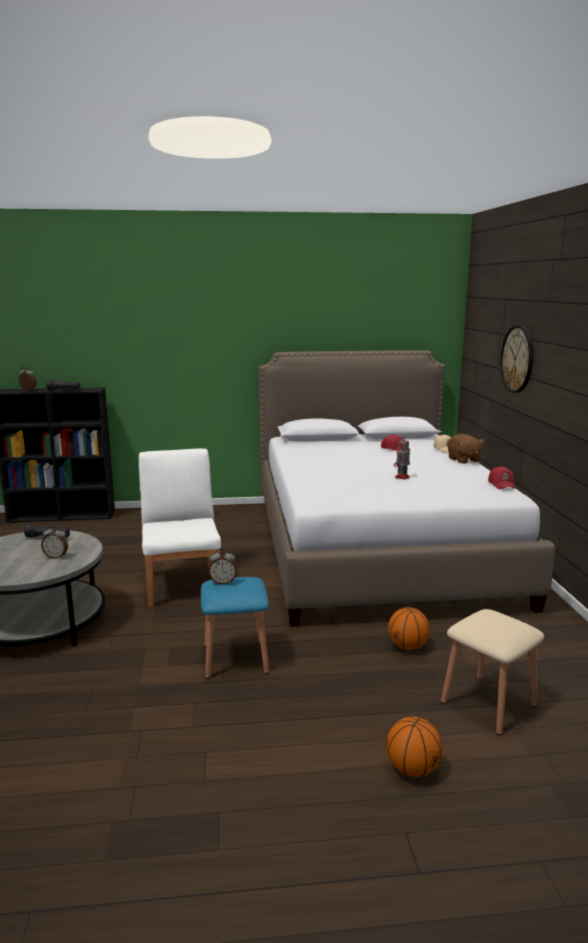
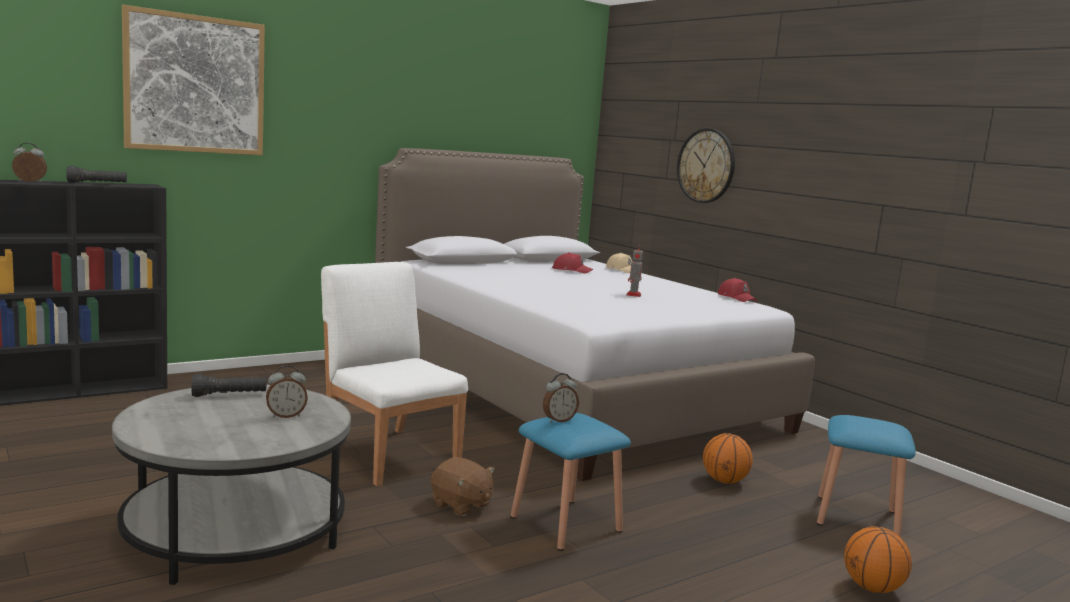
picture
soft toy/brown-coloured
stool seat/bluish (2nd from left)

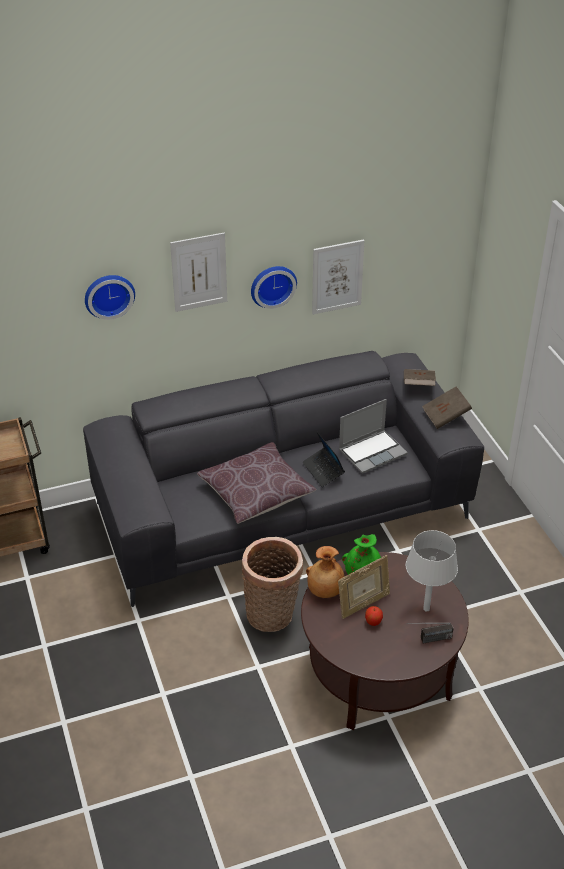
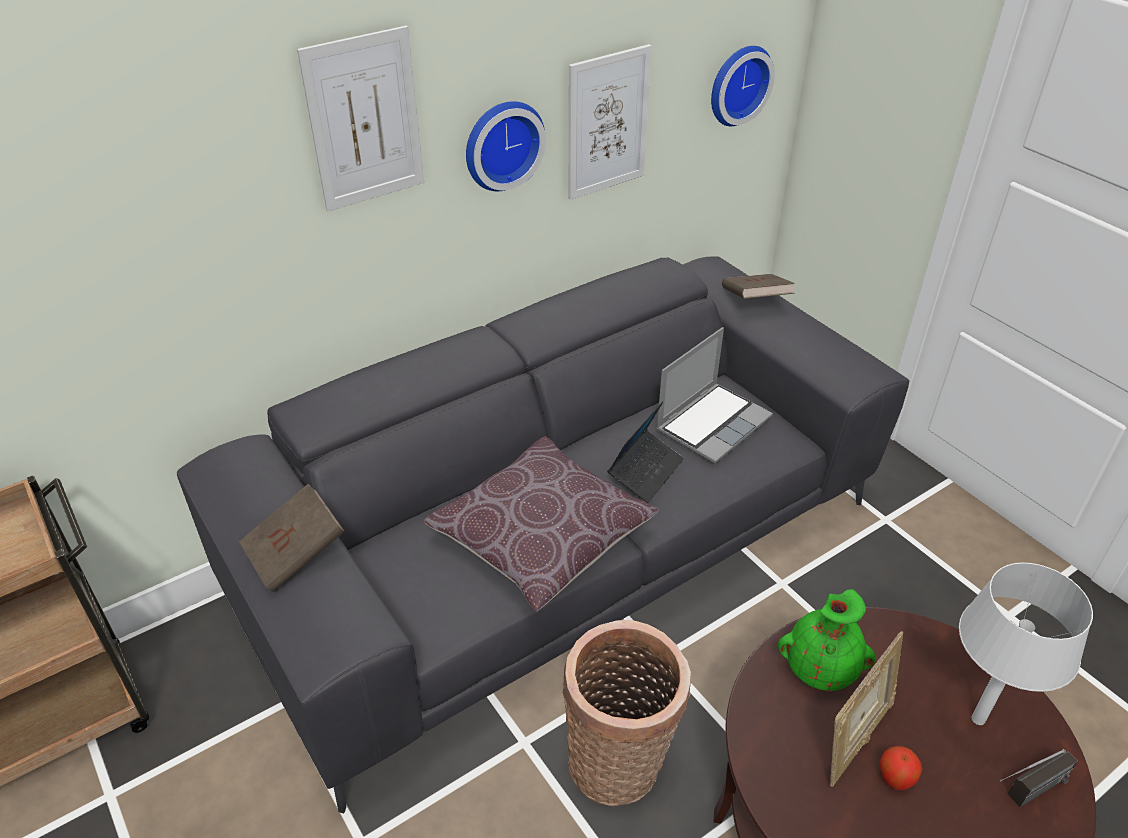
bound book/brown-coloured (1st from left)
portable computer (1st from left)
wall clock (2nd from left)
vase/brown-coloured

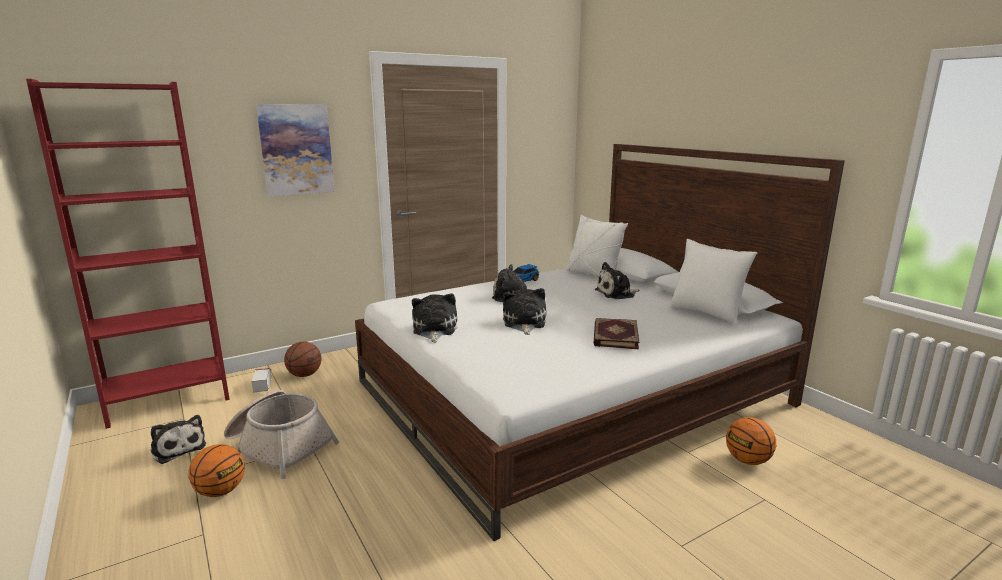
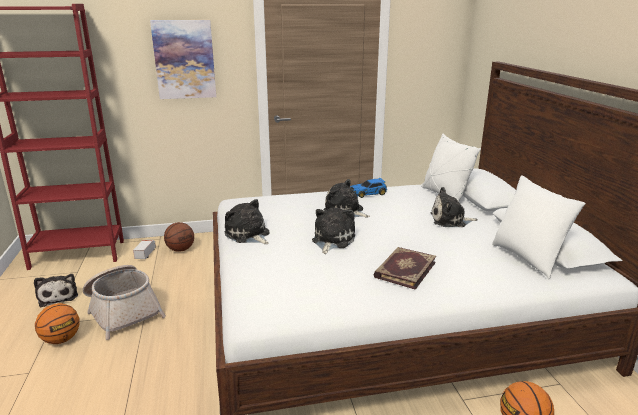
soft toy (2nd from left)

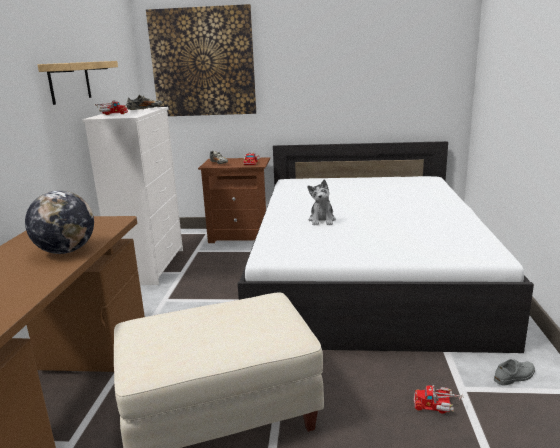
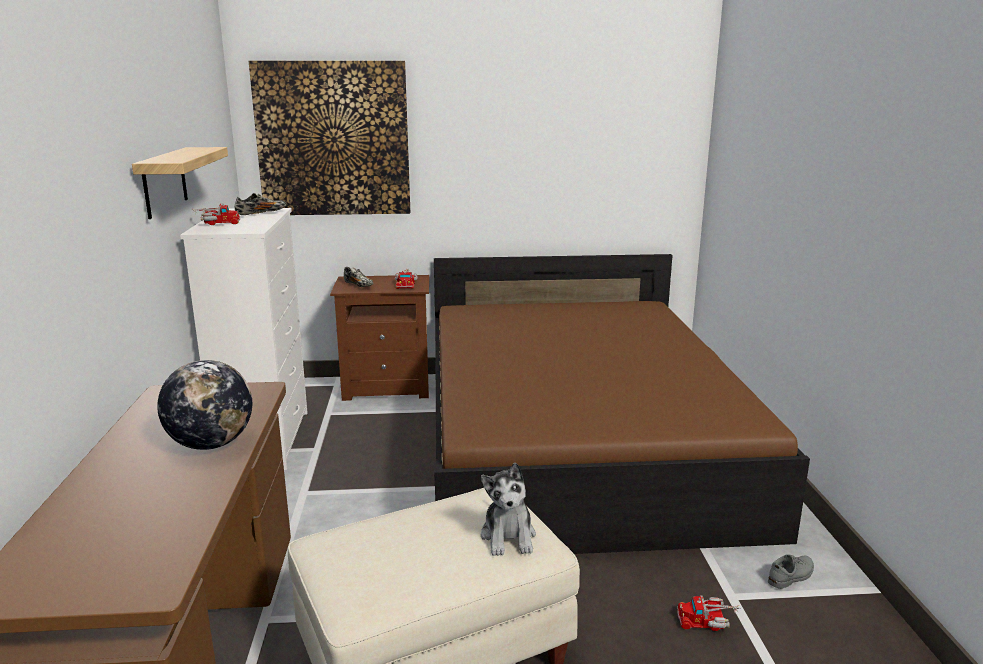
sleeping bed/brown-coloured
soft toy

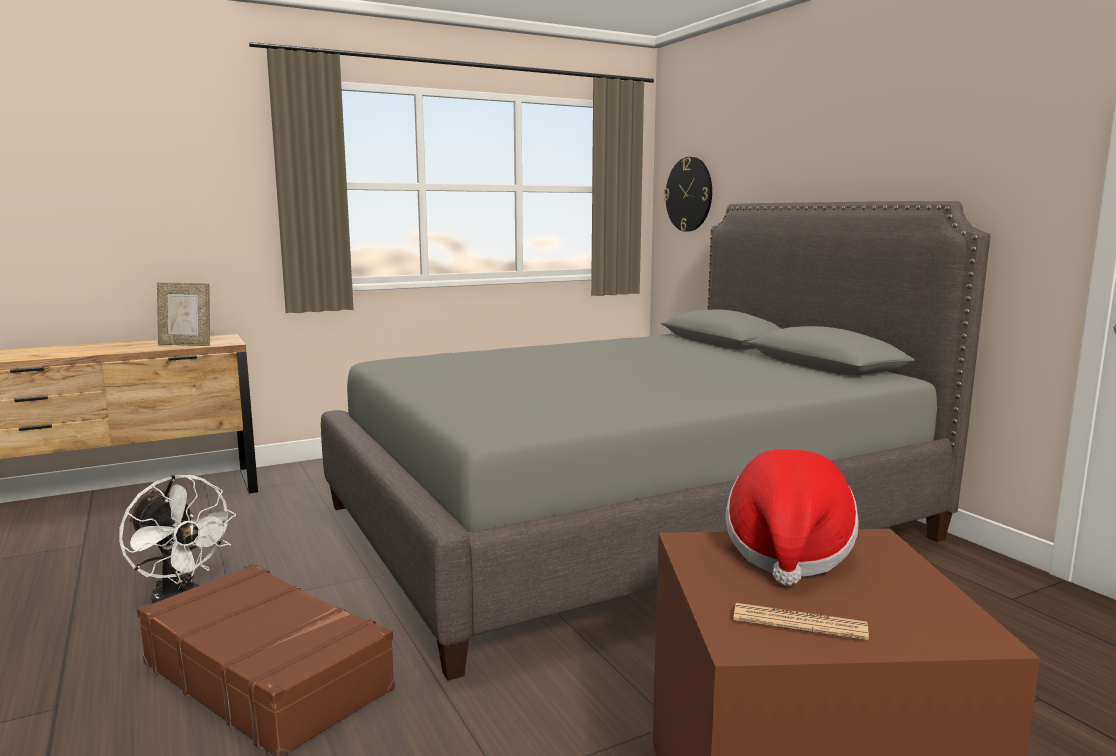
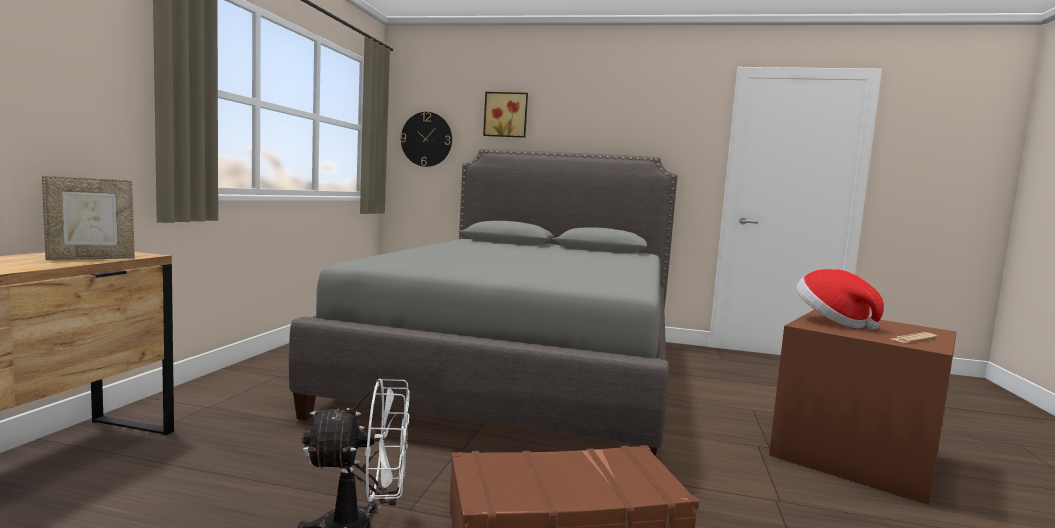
picture

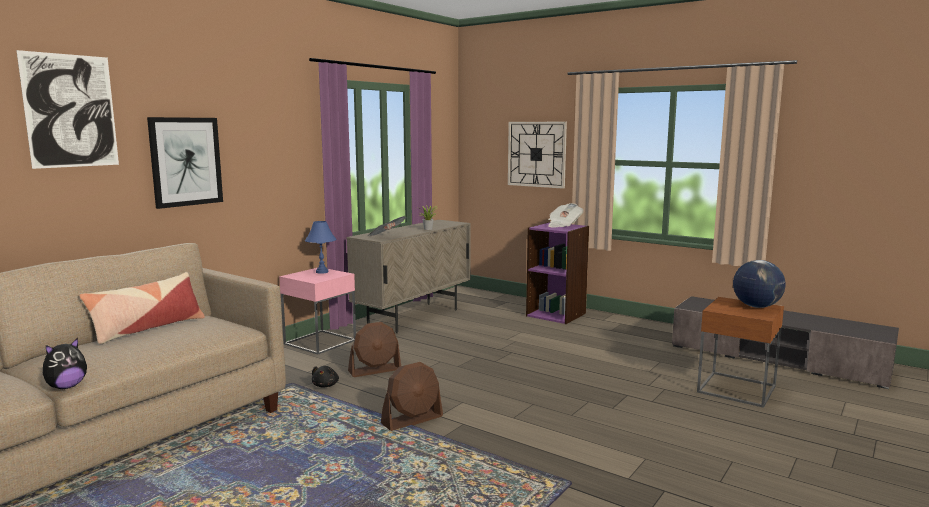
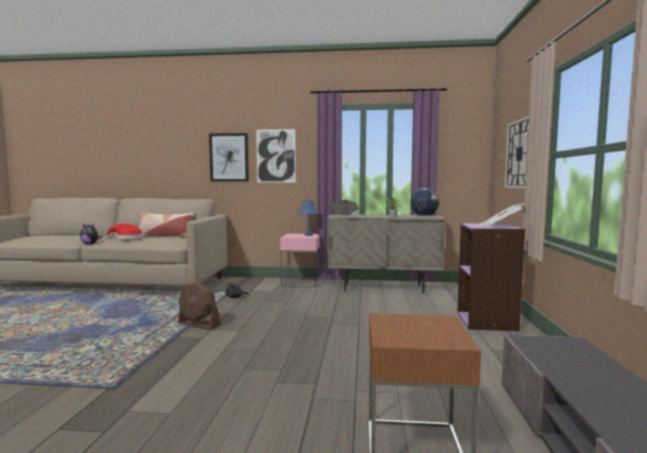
hat/red-coloured
picture (2nd from left)
globe
electric fan/brown-coloured (1st from left in the first image)

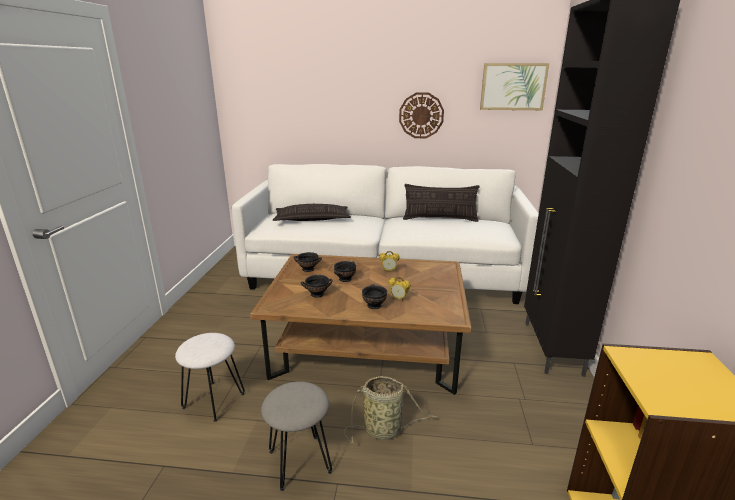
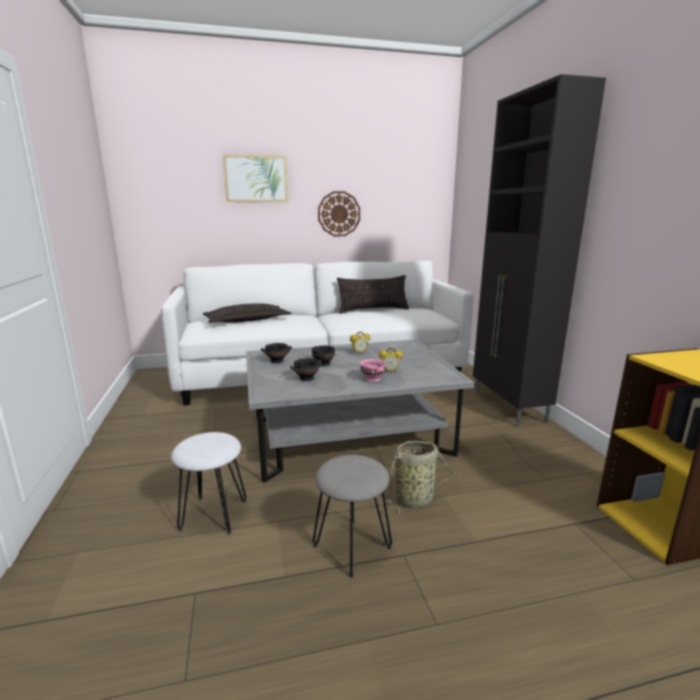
picture
coffee table/greyish
deep dish/pinkish

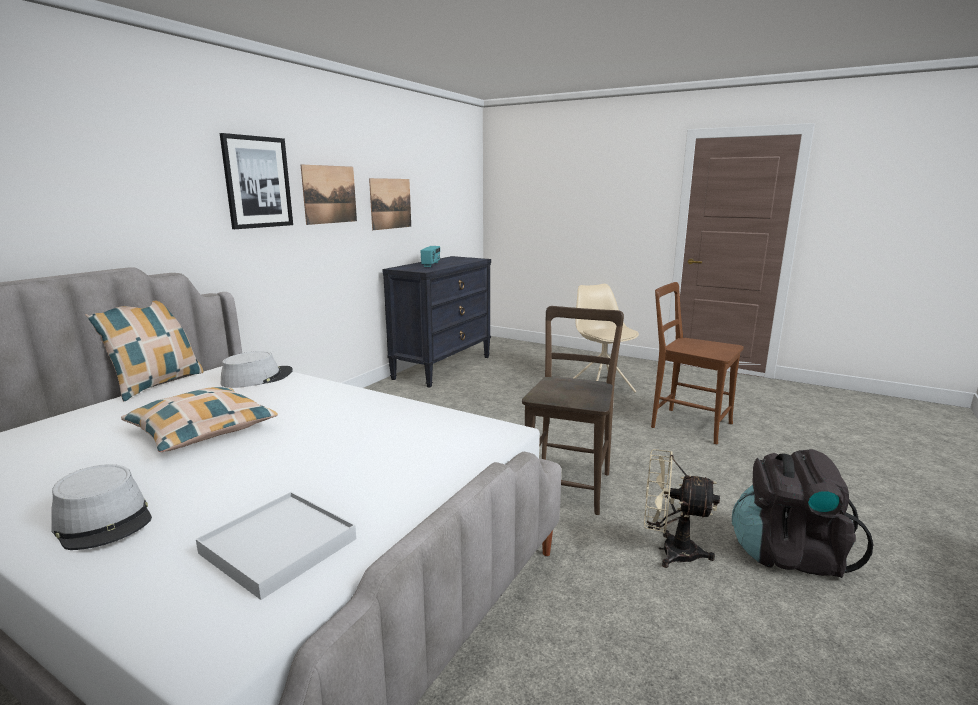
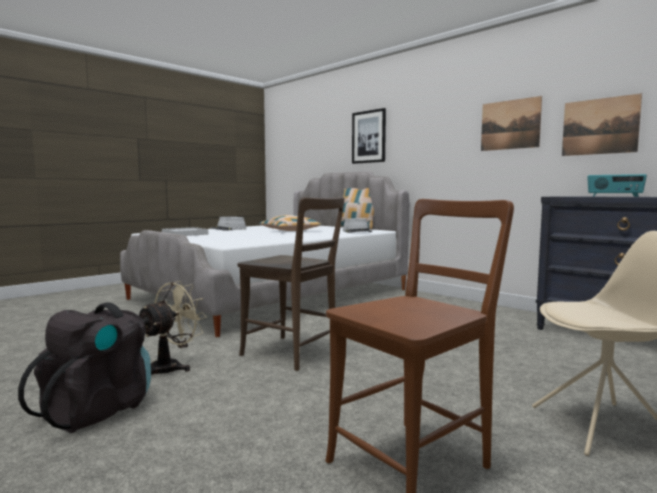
picture (1st from left)

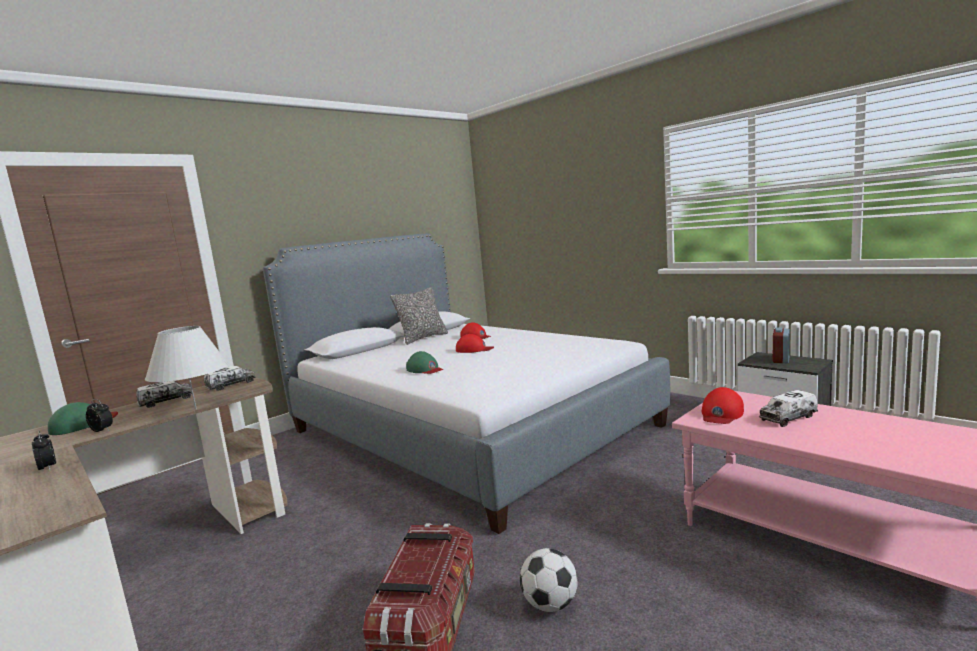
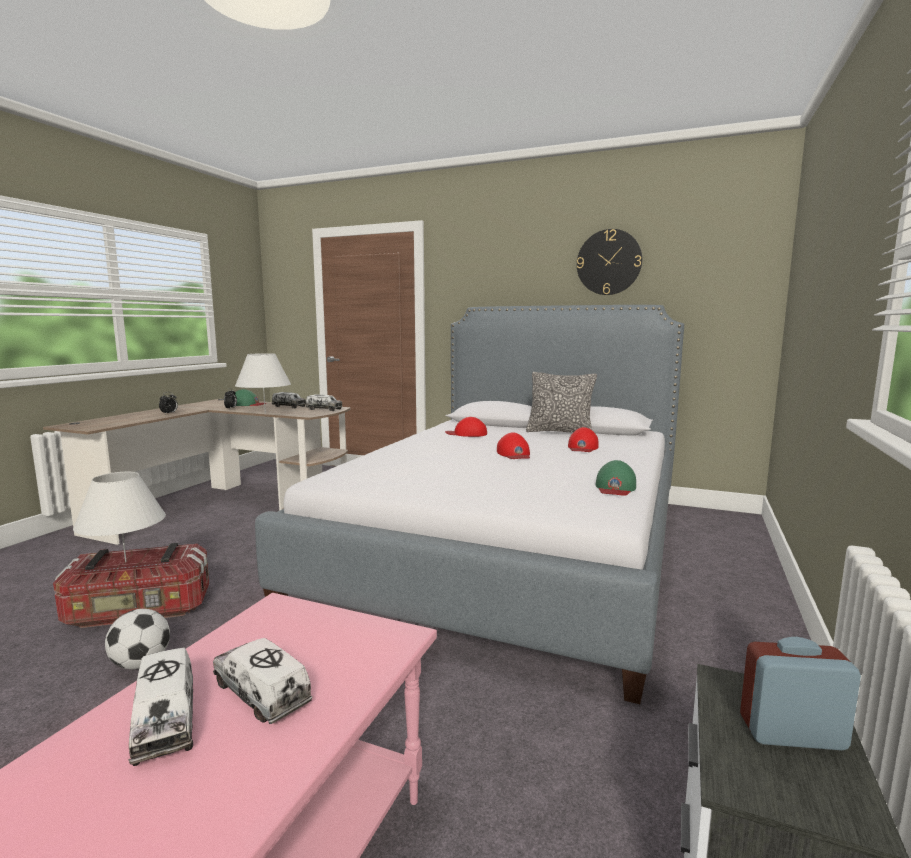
tabletop lamp/whitish (1st from left)
toy truck (1st from left)
peaked cap/red-coloured (1st from left)
wall clock
peaked cap/green (2nd from left)

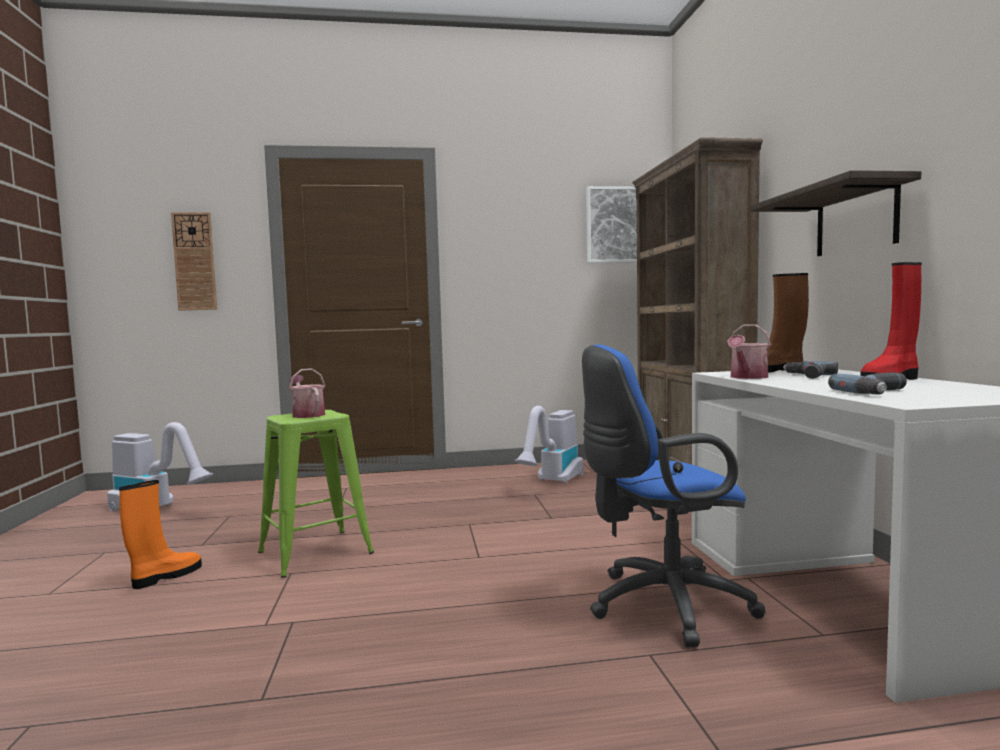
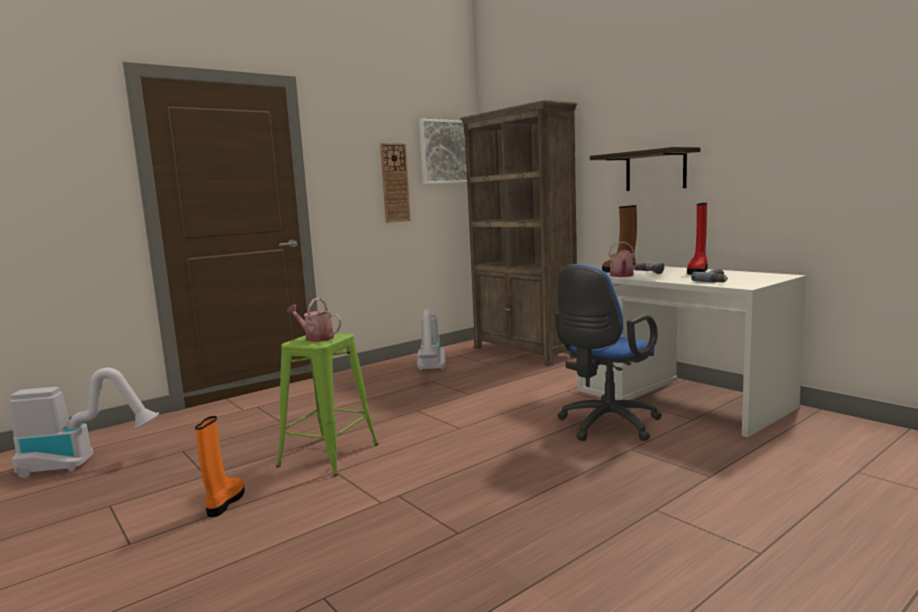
wall clock

